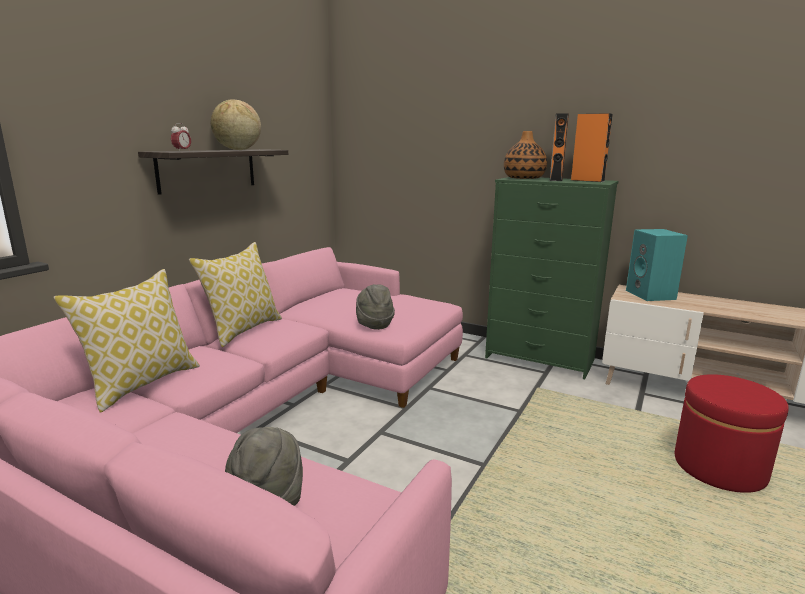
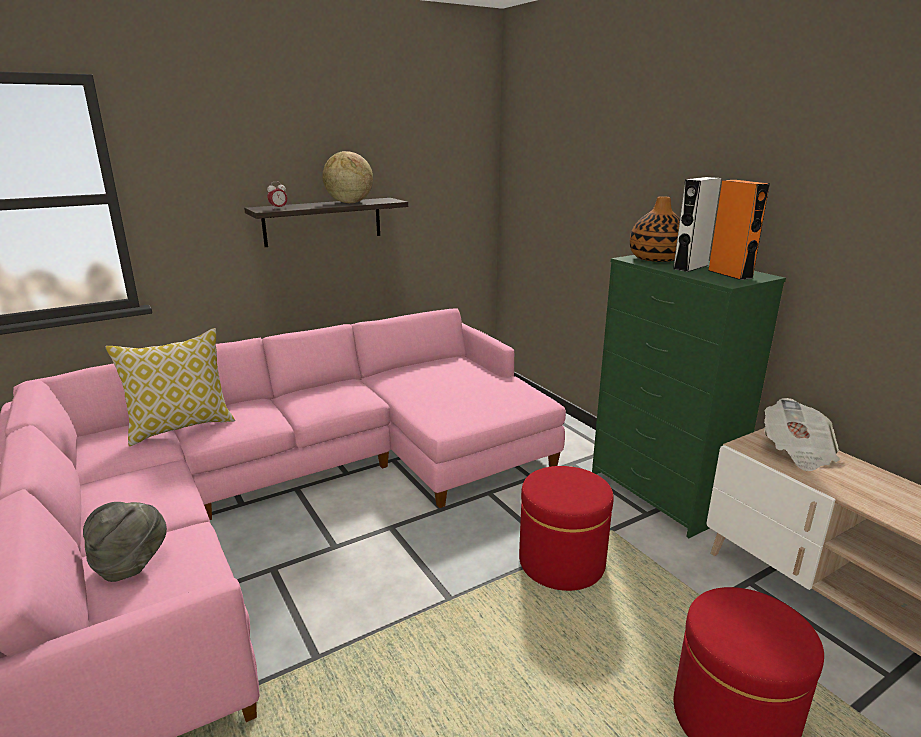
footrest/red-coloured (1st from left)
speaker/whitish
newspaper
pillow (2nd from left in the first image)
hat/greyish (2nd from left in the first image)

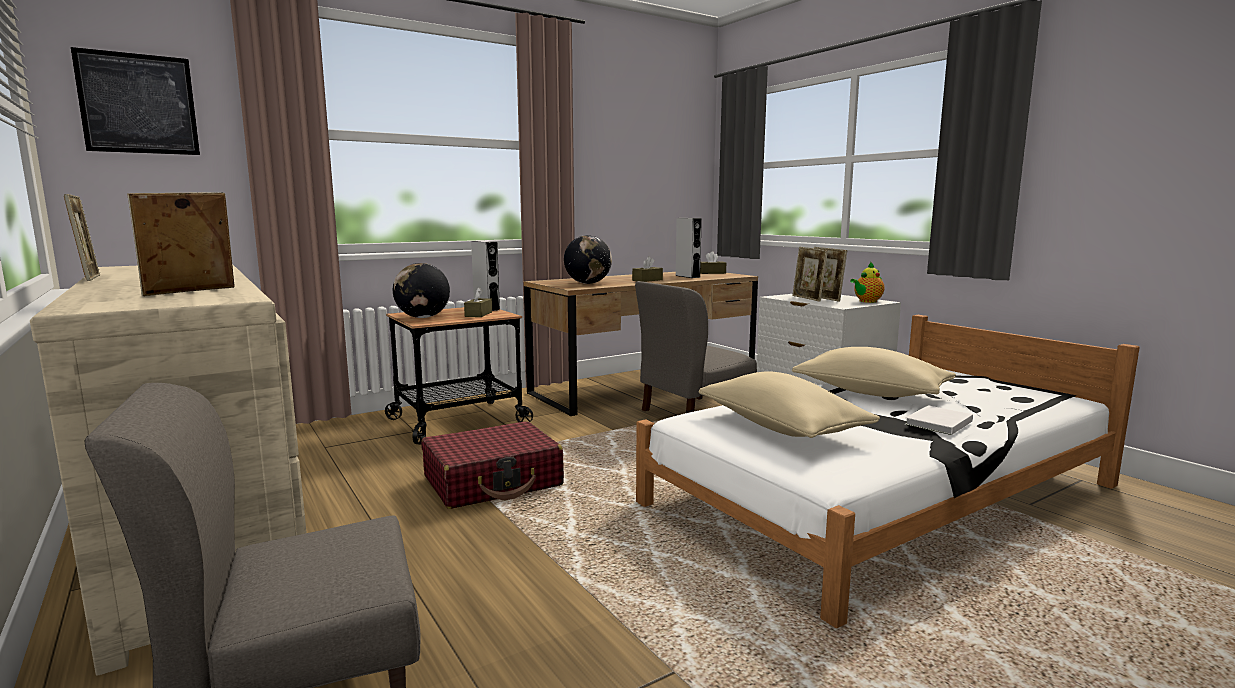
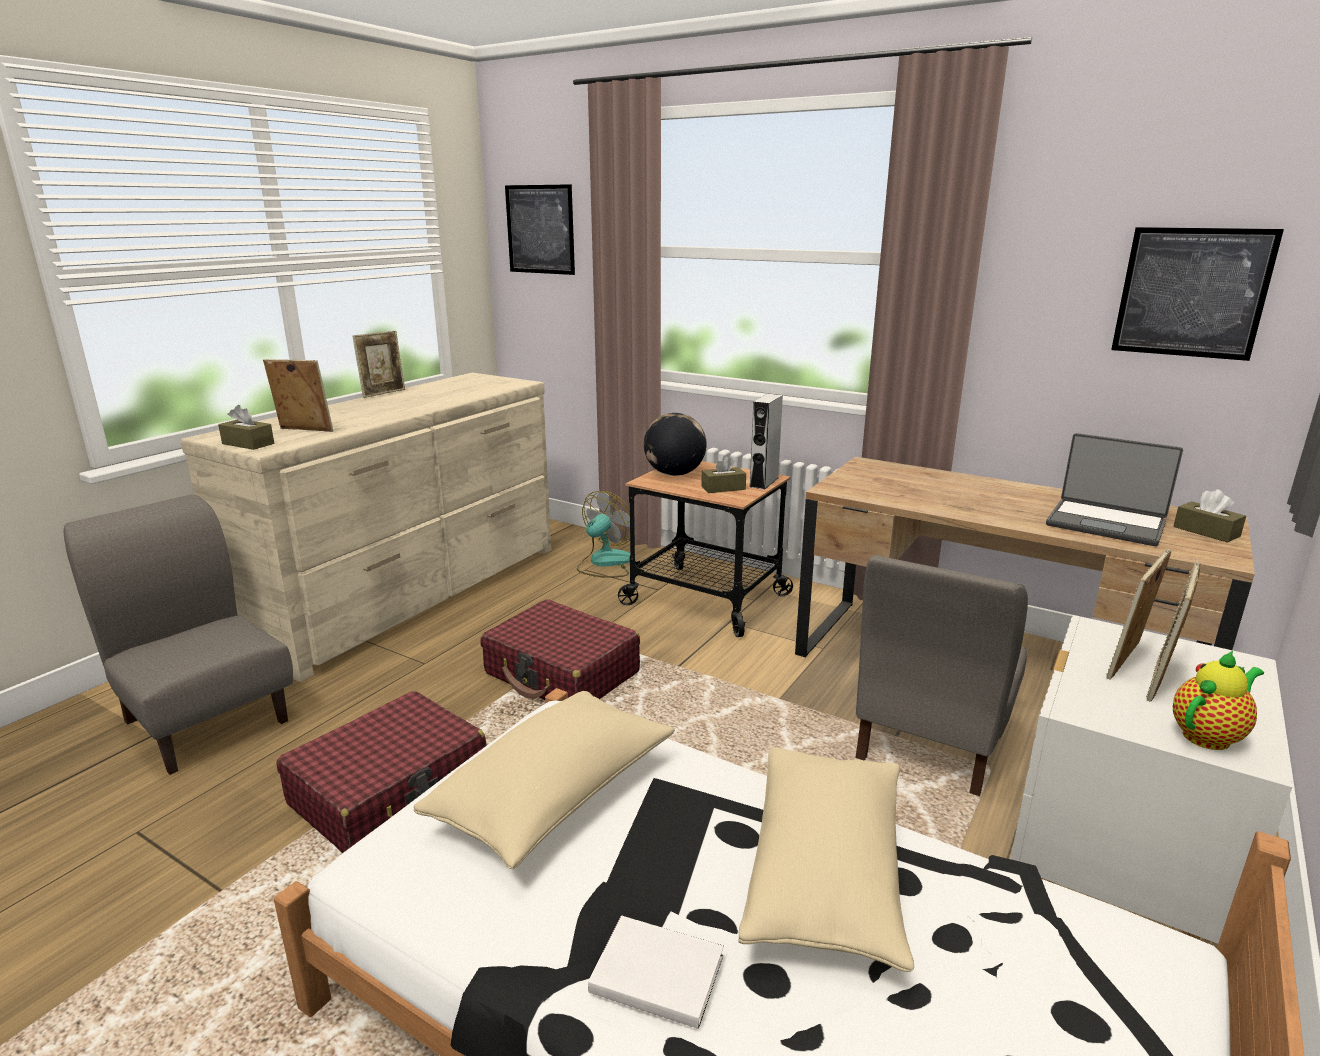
box of tissues/brown-coloured (1st from left)
suitcase/red-coloured (1st from left)
electric fan
chair/greyish (2nd from left)
portable computer
picture (2nd from left)
pot for tea
globe (2nd from left in the first image)

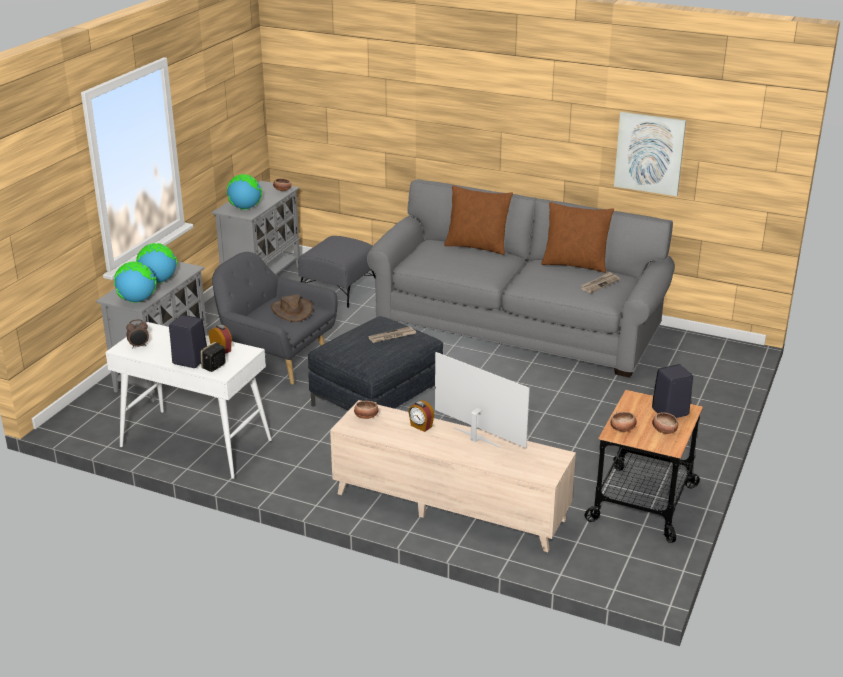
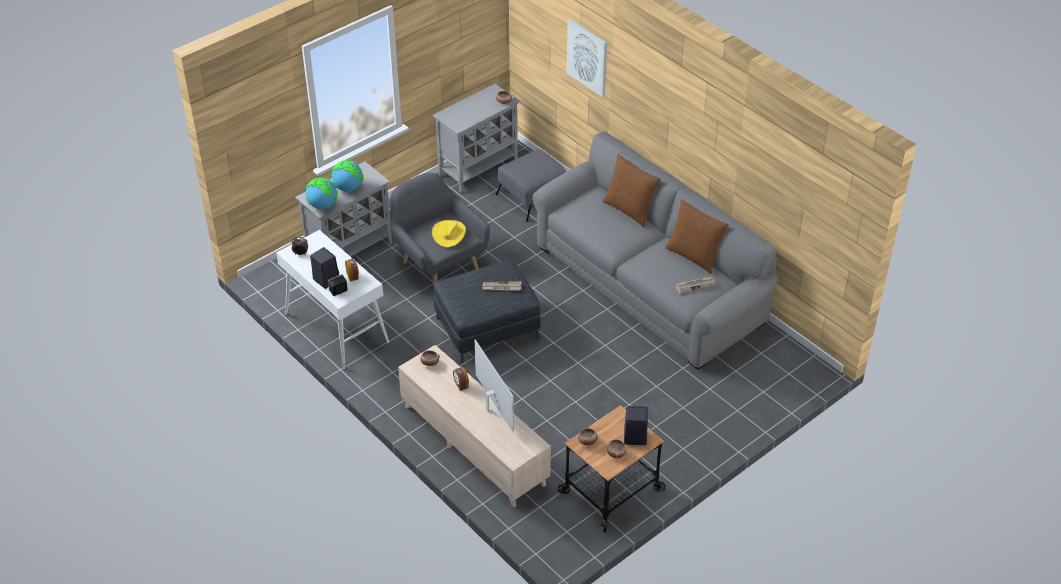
hat/yellow-coloured
picture
globe (3rd from left in the first image)

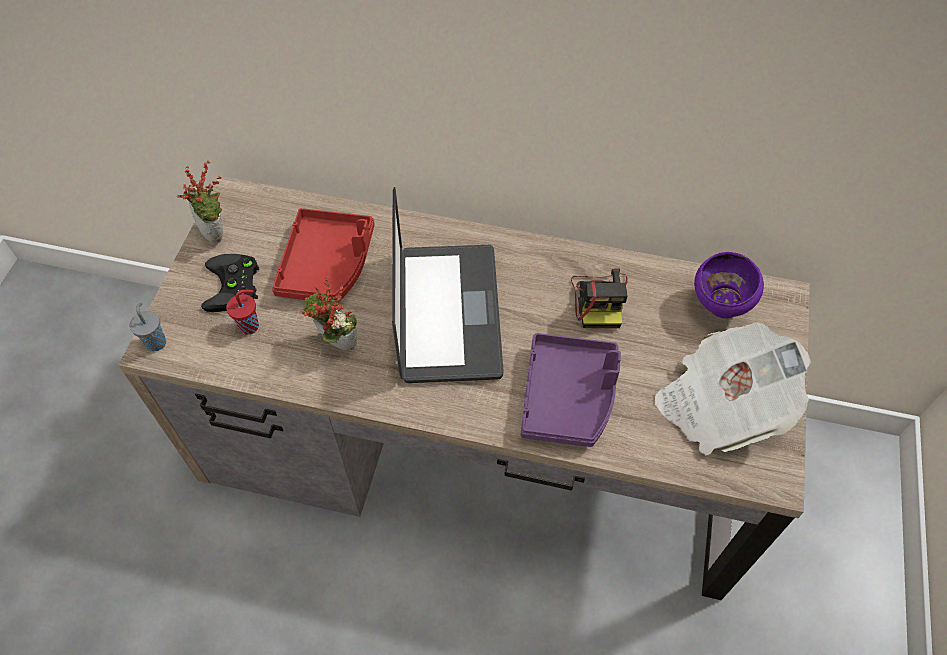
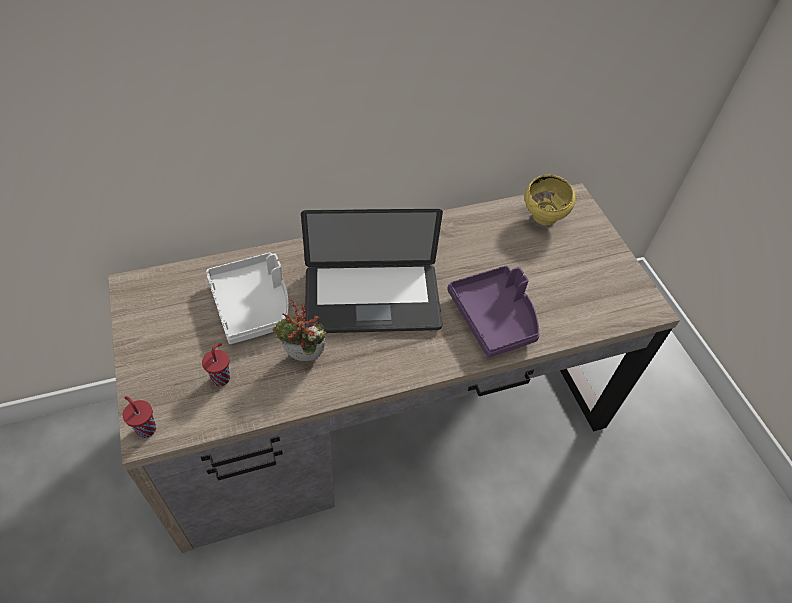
cup/red-coloured (1st from left)
carrying tray/whitish
portable computer
deep dish/yellow-coloured
potted plant (1st from left in the first image)
joypad/blackish
still camera
newspaper

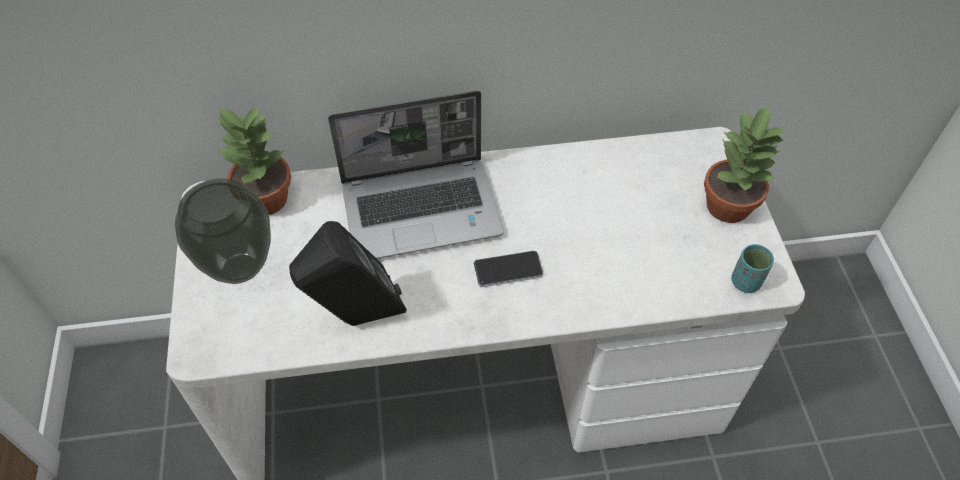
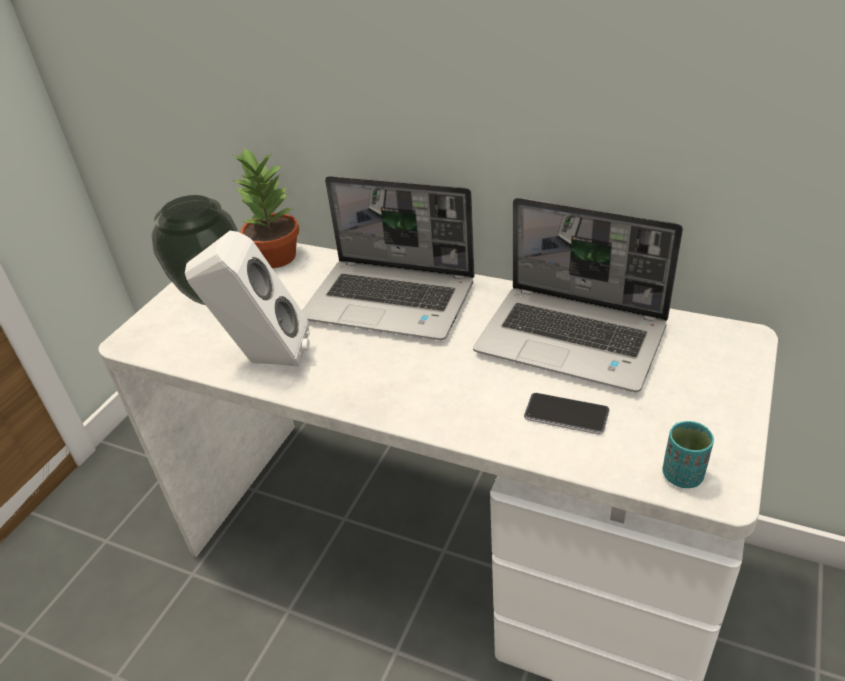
speaker/whitish
portable computer (2nd from left)
handset
potted plant (2nd from left in the first image)

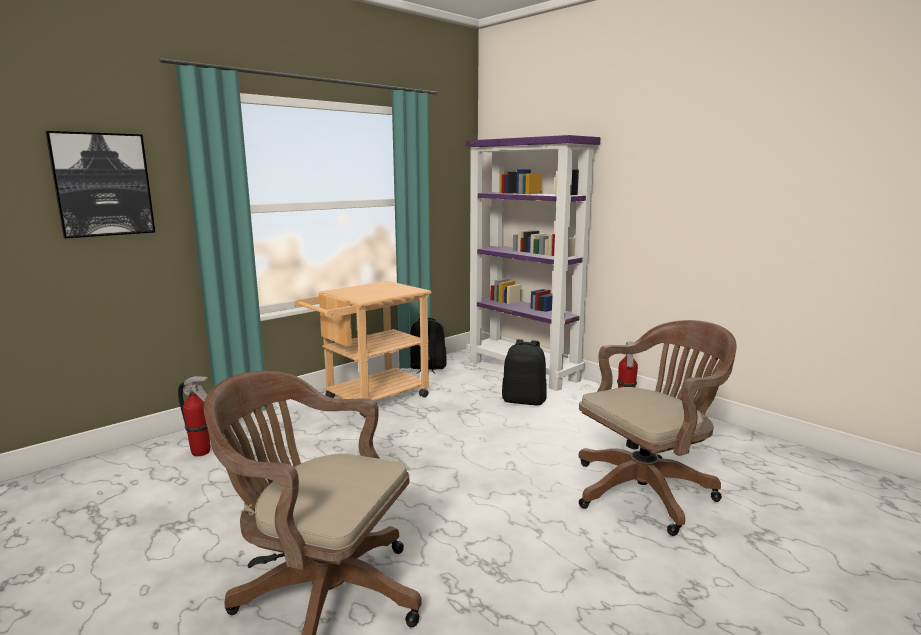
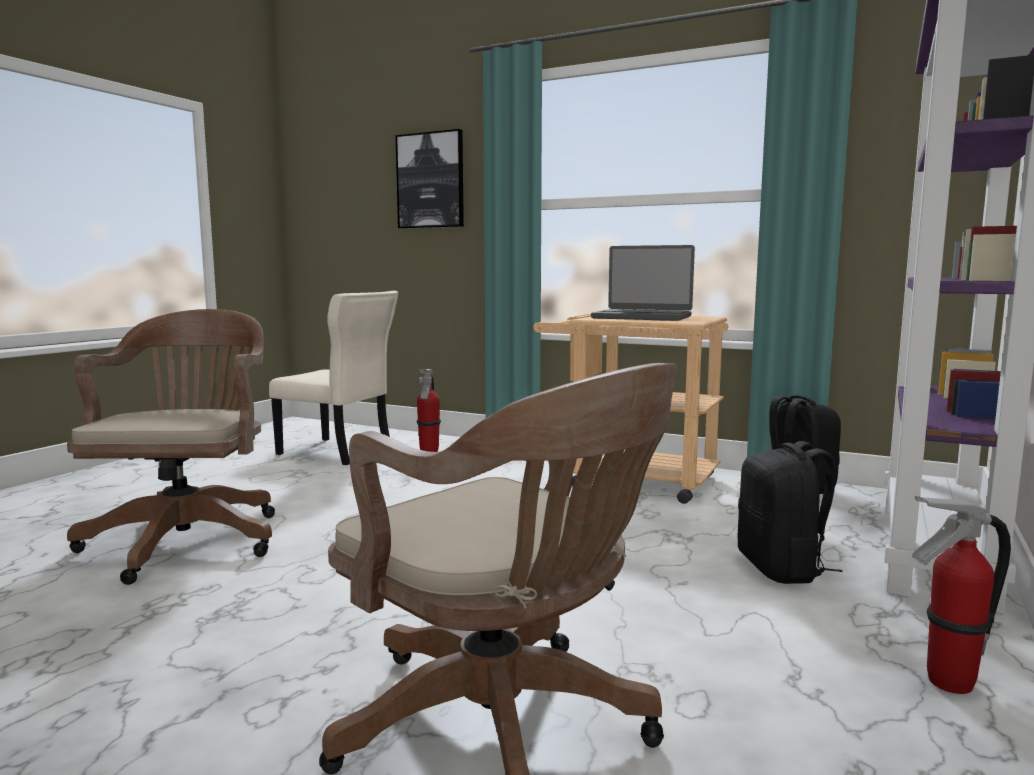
chair/beige-coloured
portable computer

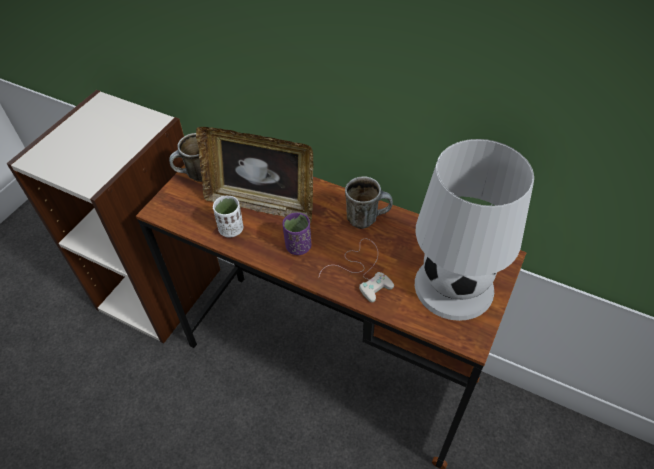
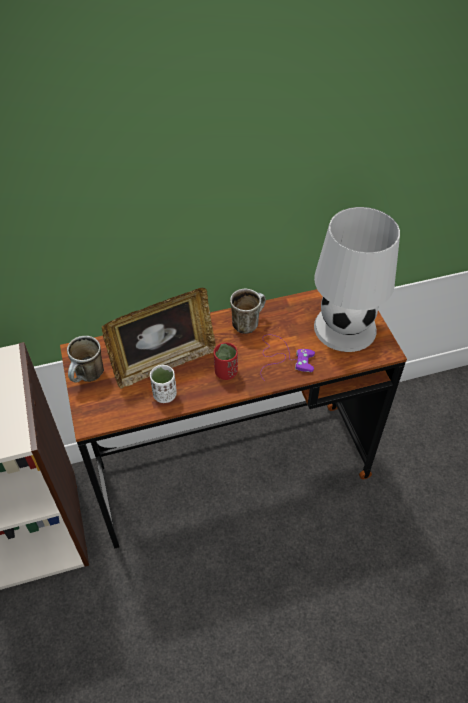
cup/red-coloured
joypad/purple

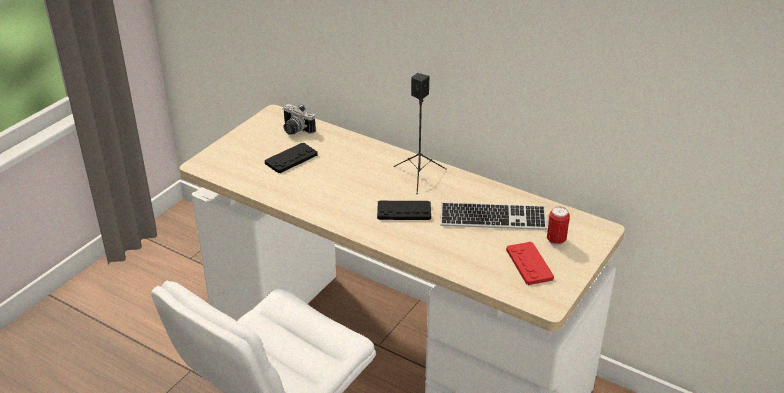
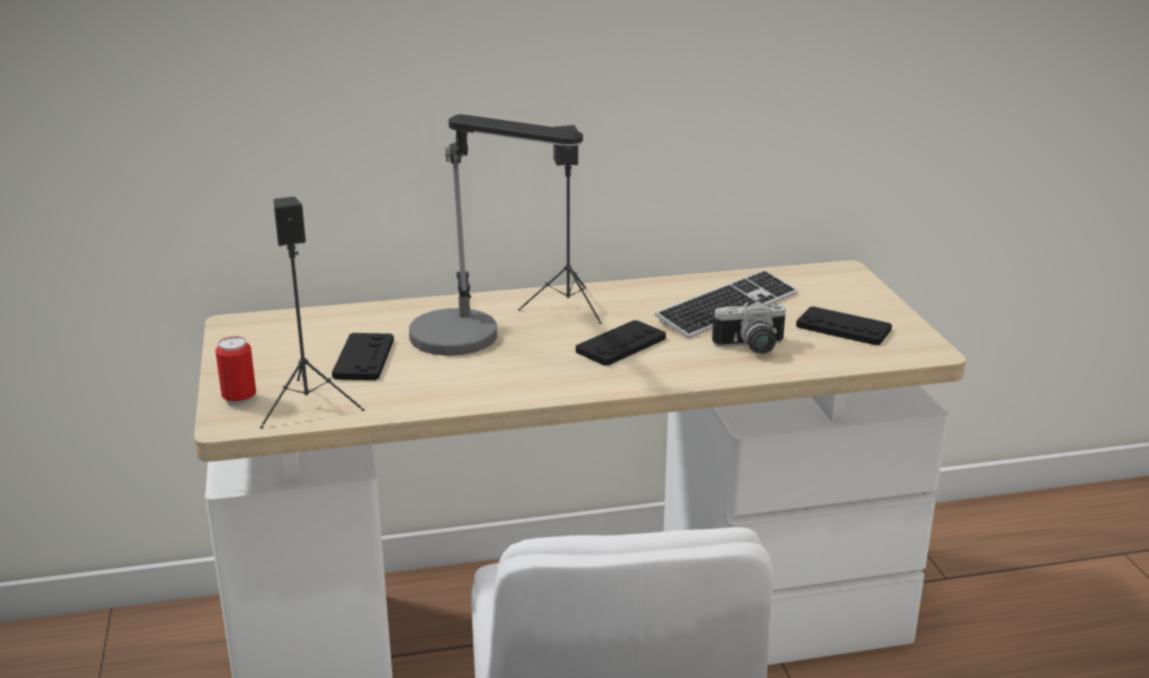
metal can
speaker/blackish (1st from left)
tabletop lamp
still camera
joypad/blackish (3rd from left)

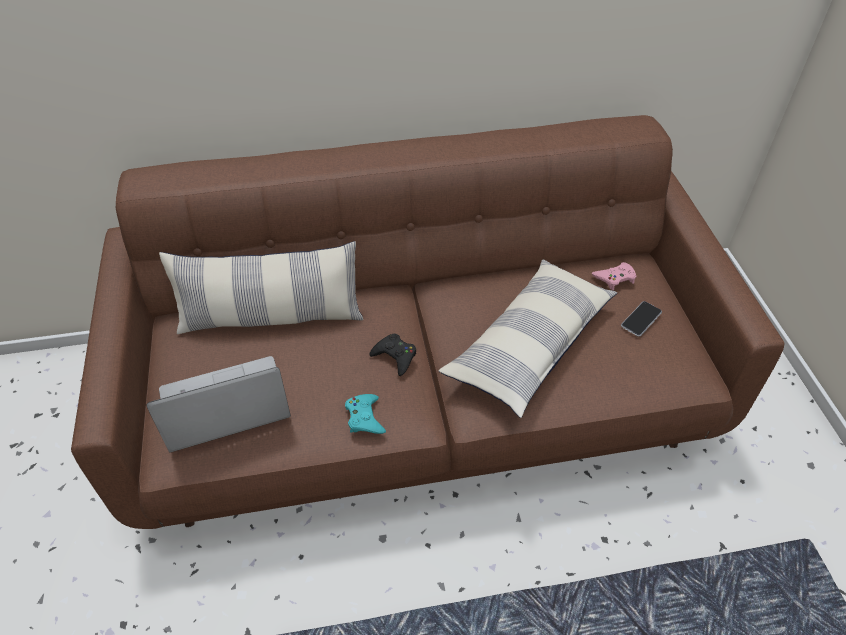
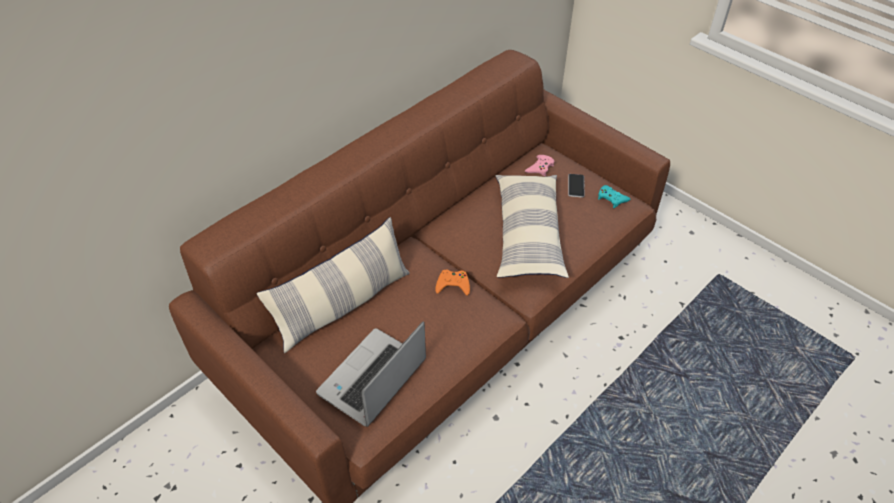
joypad/orangey
joypad/turquoise-coloured

